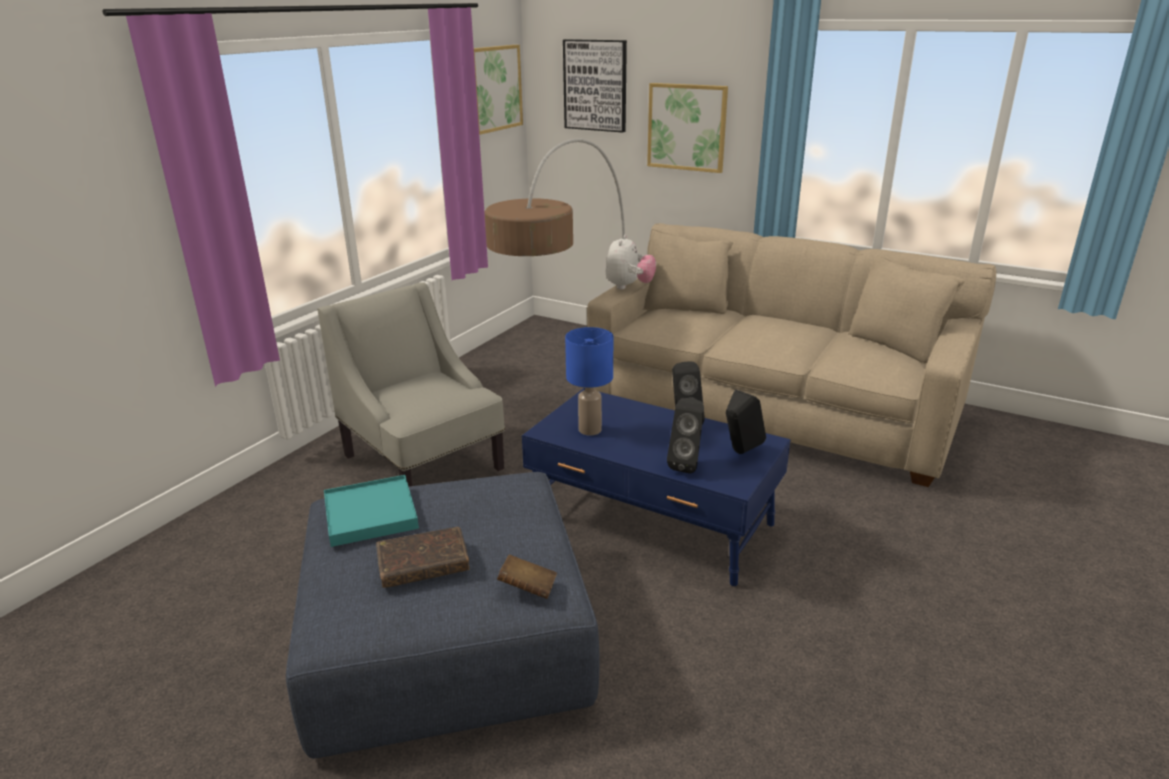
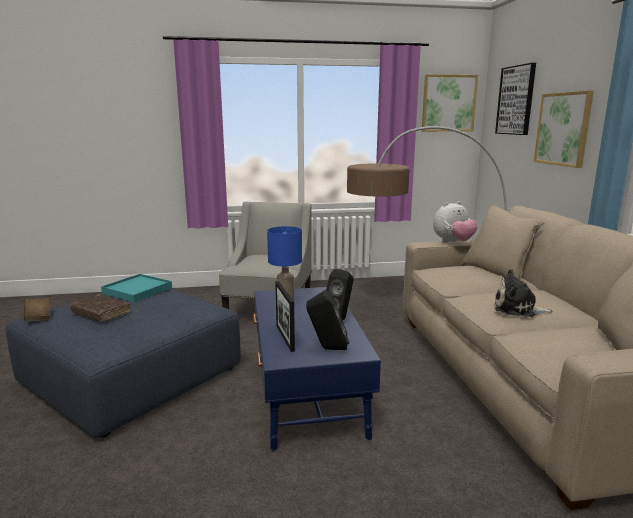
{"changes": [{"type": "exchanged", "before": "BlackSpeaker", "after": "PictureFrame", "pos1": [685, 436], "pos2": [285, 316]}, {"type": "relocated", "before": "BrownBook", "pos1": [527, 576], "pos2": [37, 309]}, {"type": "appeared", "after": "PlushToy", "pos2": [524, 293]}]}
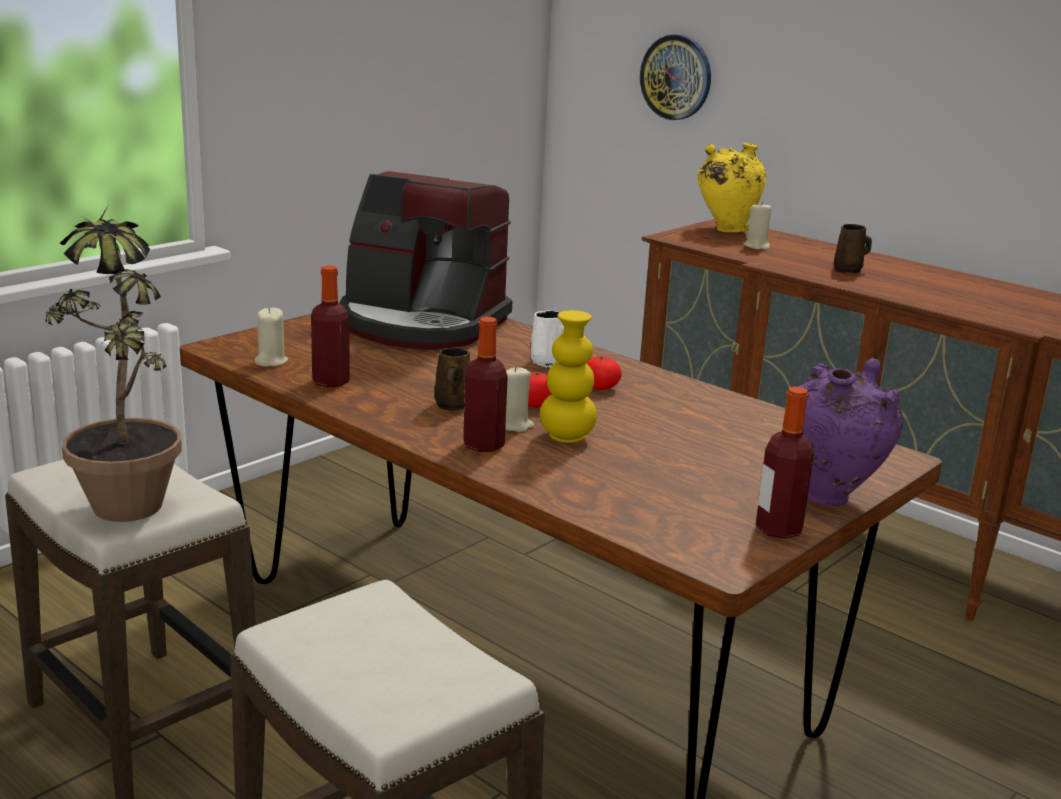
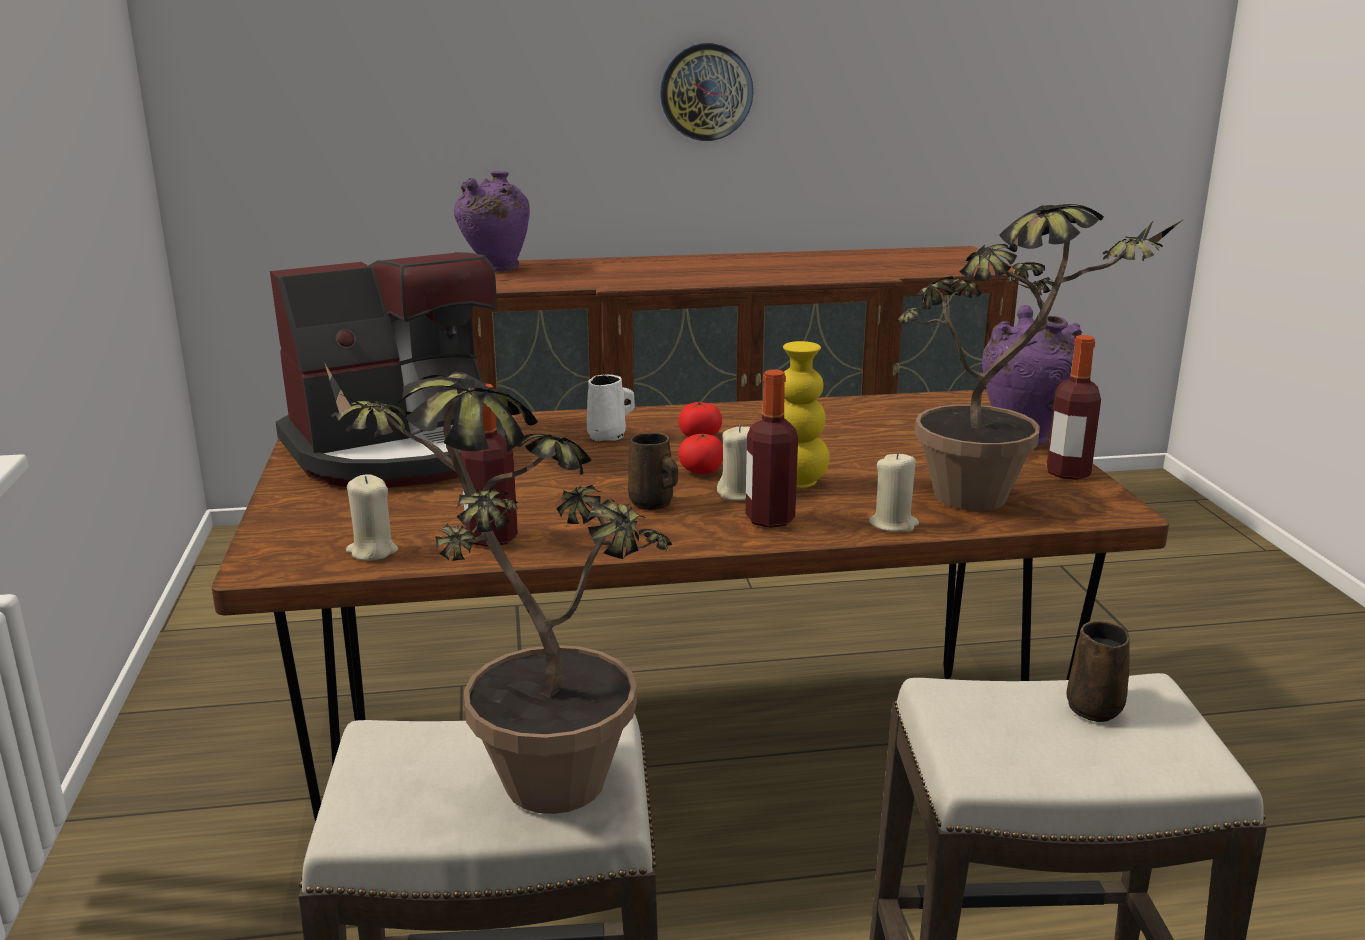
{"changes": [{"type": "relocated", "before": "WallClock", "pos1": [675, 77], "pos2": [706, 92]}, {"type": "colour", "before": "YellowVase", "after": "PurpleVase", "pos1": [731, 187], "pos2": [492, 221]}, {"type": "relocated", "before": "BeigeCandle", "pos1": [758, 226], "pos2": [894, 492]}, {"type": "relocated", "before": "BrownMug", "pos1": [853, 248], "pos2": [1098, 671]}, {"type": "appeared", "after": "PottedPlant", "pos2": [1040, 357]}]}
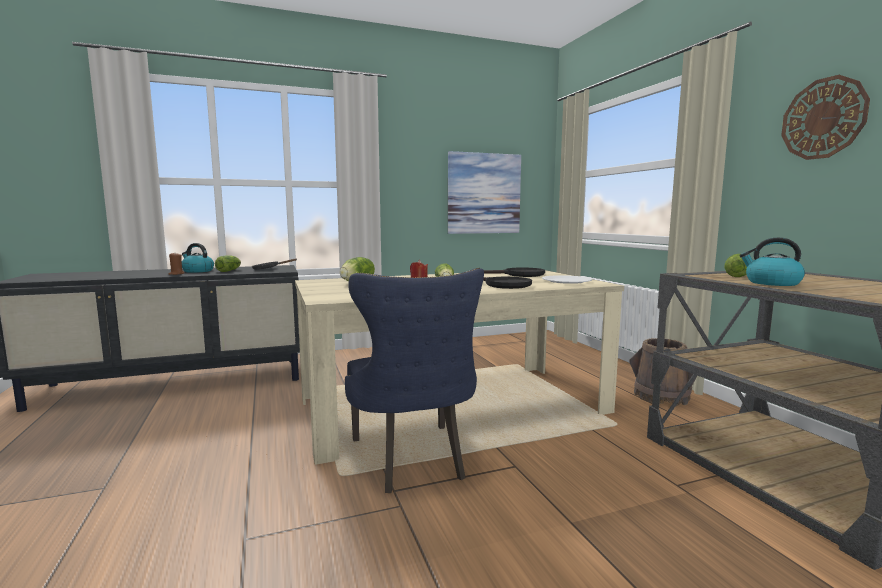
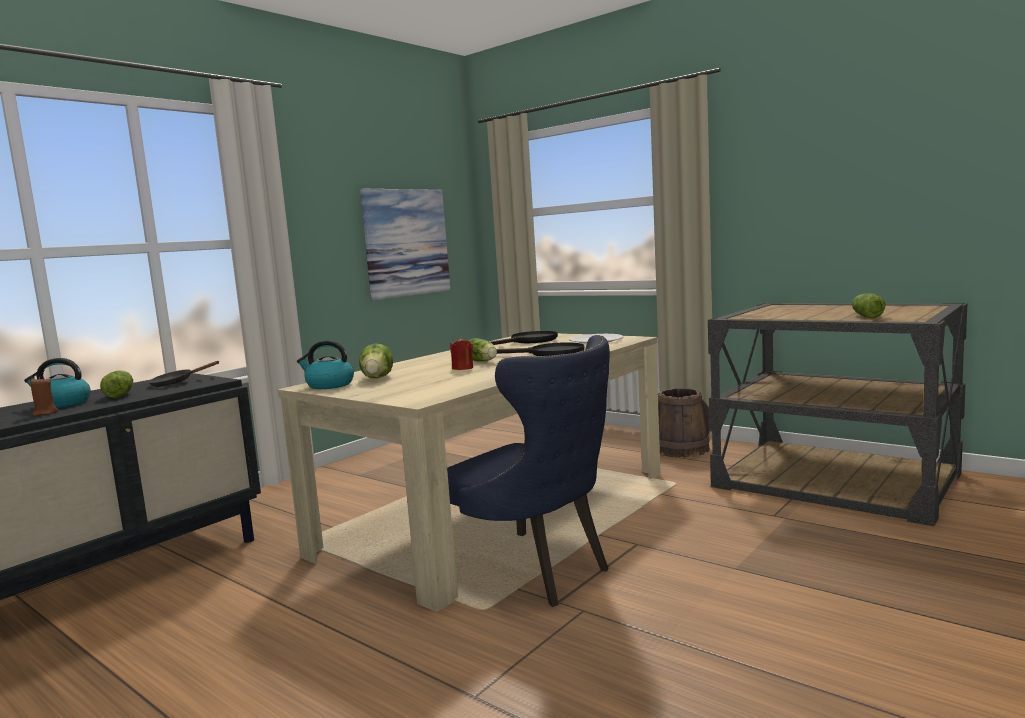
{"changes": [{"type": "missing", "before": "WallClock", "pos1": [825, 117]}, {"type": "relocated", "before": "Kettle", "pos1": [772, 261], "pos2": [325, 364]}, {"type": "relocated", "before": "Lettuce", "pos1": [735, 265], "pos2": [868, 305]}]}
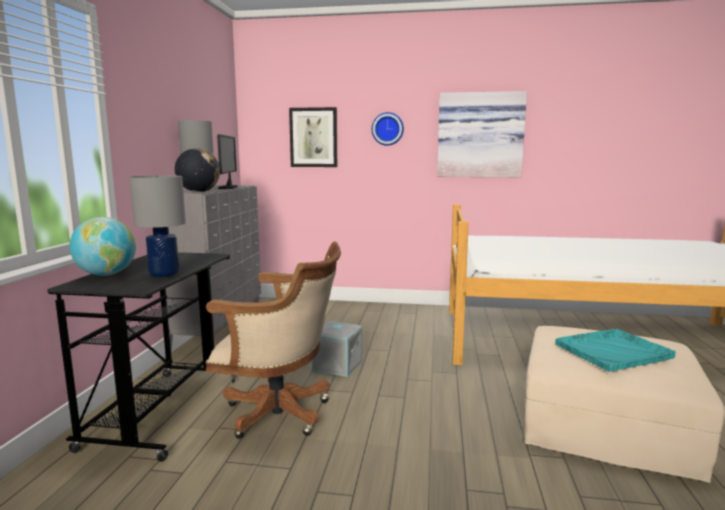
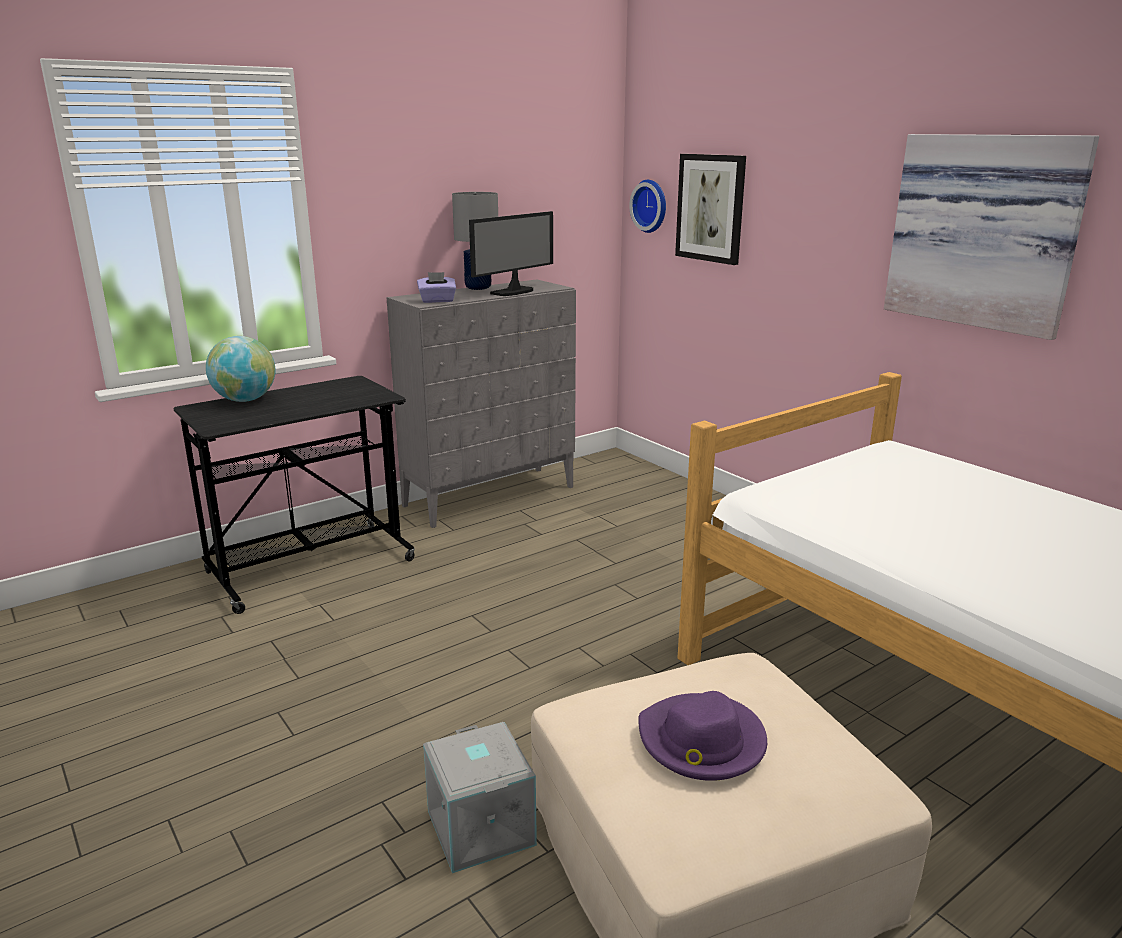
{"changes": [{"type": "relocated", "before": "WallClock", "pos1": [388, 129], "pos2": [647, 206]}, {"type": "exchanged", "before": "Globe", "after": "PurpleTissueBox", "pos1": [197, 170], "pos2": [436, 287]}, {"type": "missing", "before": "GreyTableLamp", "pos1": [157, 226]}, {"type": "missing", "before": "OfficeChair", "pos1": [273, 340]}, {"type": "relocated", "before": "GreyStorageBox", "pos1": [337, 349], "pos2": [480, 797]}, {"type": "exchanged", "before": "TurquoiseTray", "after": "PurpleHat", "pos1": [615, 350], "pos2": [702, 736]}]}
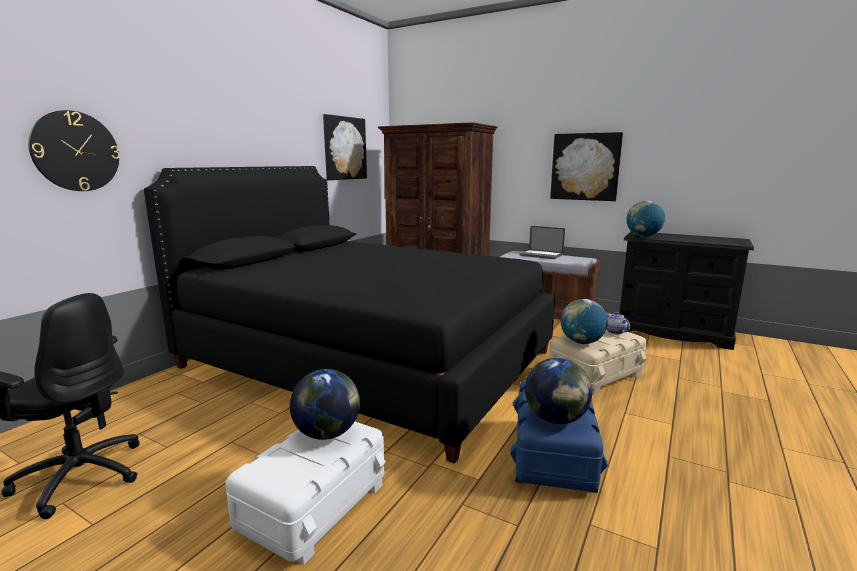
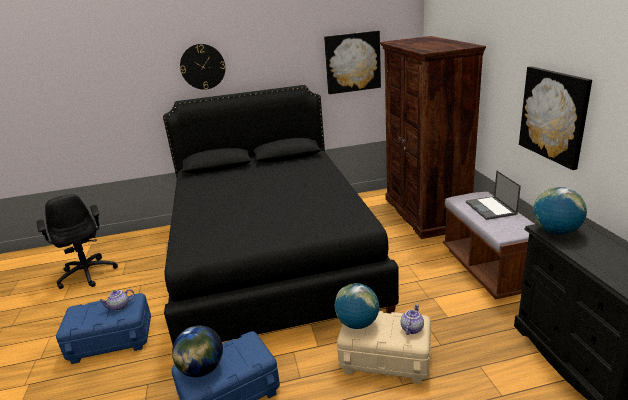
{"changes": [{"type": "relocated", "before": "WallClock", "pos1": [74, 150], "pos2": [202, 67]}, {"type": "exchanged", "before": "Globe", "after": "Teapot", "pos1": [325, 404], "pos2": [116, 300]}, {"type": "colour", "before": "WhiteStorageBox", "after": "BlueStorageBox", "pos1": [305, 493], "pos2": [103, 328]}]}
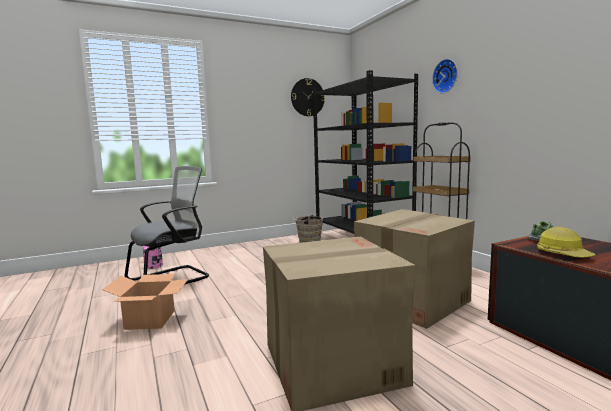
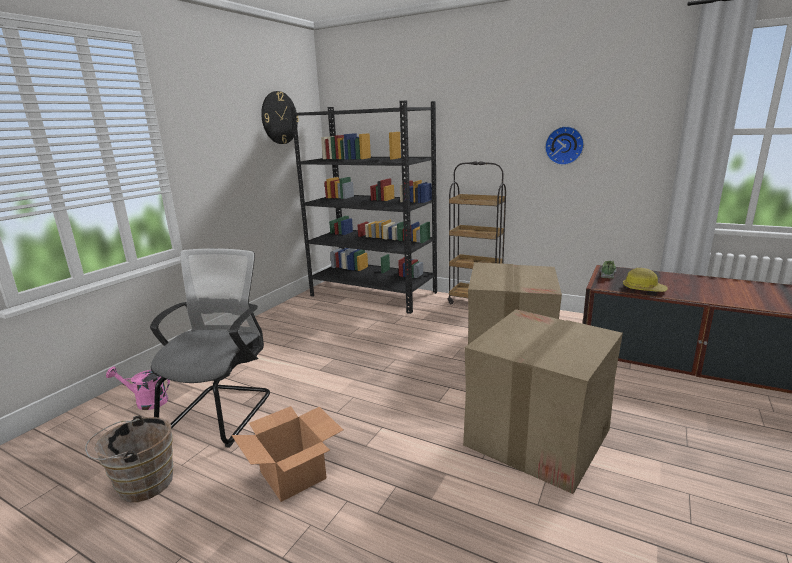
{"changes": [{"type": "relocated", "before": "WallClock", "pos1": [445, 76], "pos2": [564, 145]}, {"type": "relocated", "before": "BrownBucket", "pos1": [308, 229], "pos2": [129, 459]}]}
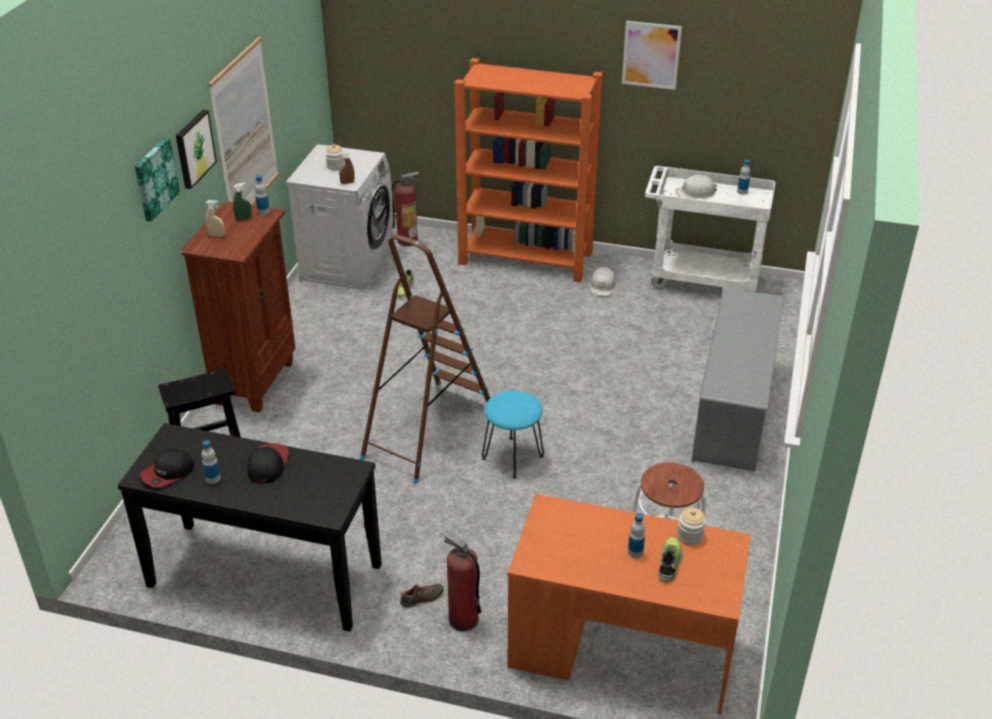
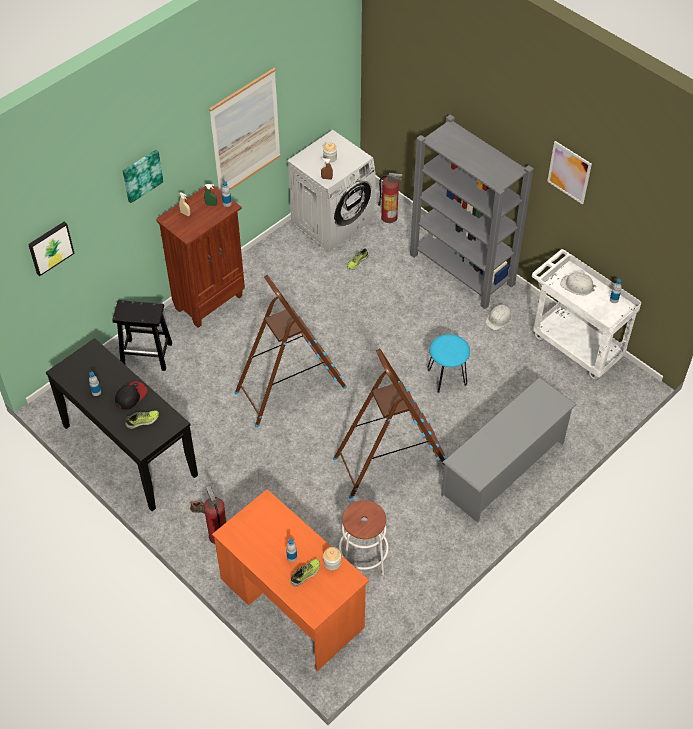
{"changes": [{"type": "colour", "before": "OrangeBookcase", "after": "GreyBookcase", "pos1": [528, 170], "pos2": [472, 212]}, {"type": "relocated", "before": "Picture", "pos1": [196, 149], "pos2": [51, 248]}, {"type": "relocated", "before": "TurquoiseStool", "pos1": [513, 434], "pos2": [448, 363]}, {"type": "missing", "before": "Cap", "pos1": [167, 467]}, {"type": "appeared", "after": "BrownStepLadder", "pos2": [389, 423]}, {"type": "appeared", "after": "Shoe", "pos2": [142, 419]}]}
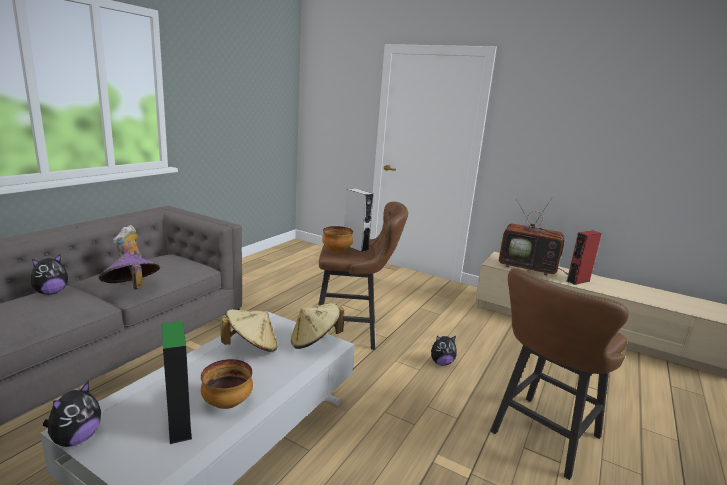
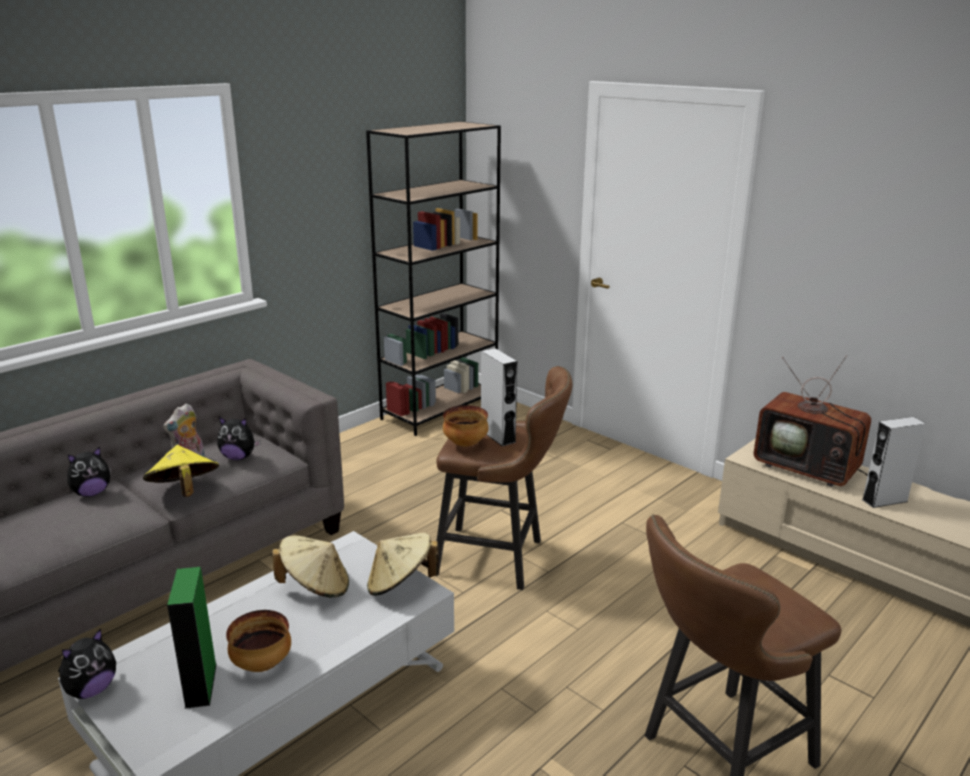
{"changes": [{"type": "colour", "before": "RedSpeaker", "after": "GreySpeaker", "pos1": [584, 258], "pos2": [893, 462]}, {"type": "colour", "before": "PurpleHat", "after": "YellowHat", "pos1": [129, 271], "pos2": [181, 471]}, {"type": "relocated", "before": "PlushToy", "pos1": [444, 351], "pos2": [239, 438]}, {"type": "appeared", "after": "BeigeBookcase", "pos2": [433, 278]}]}
